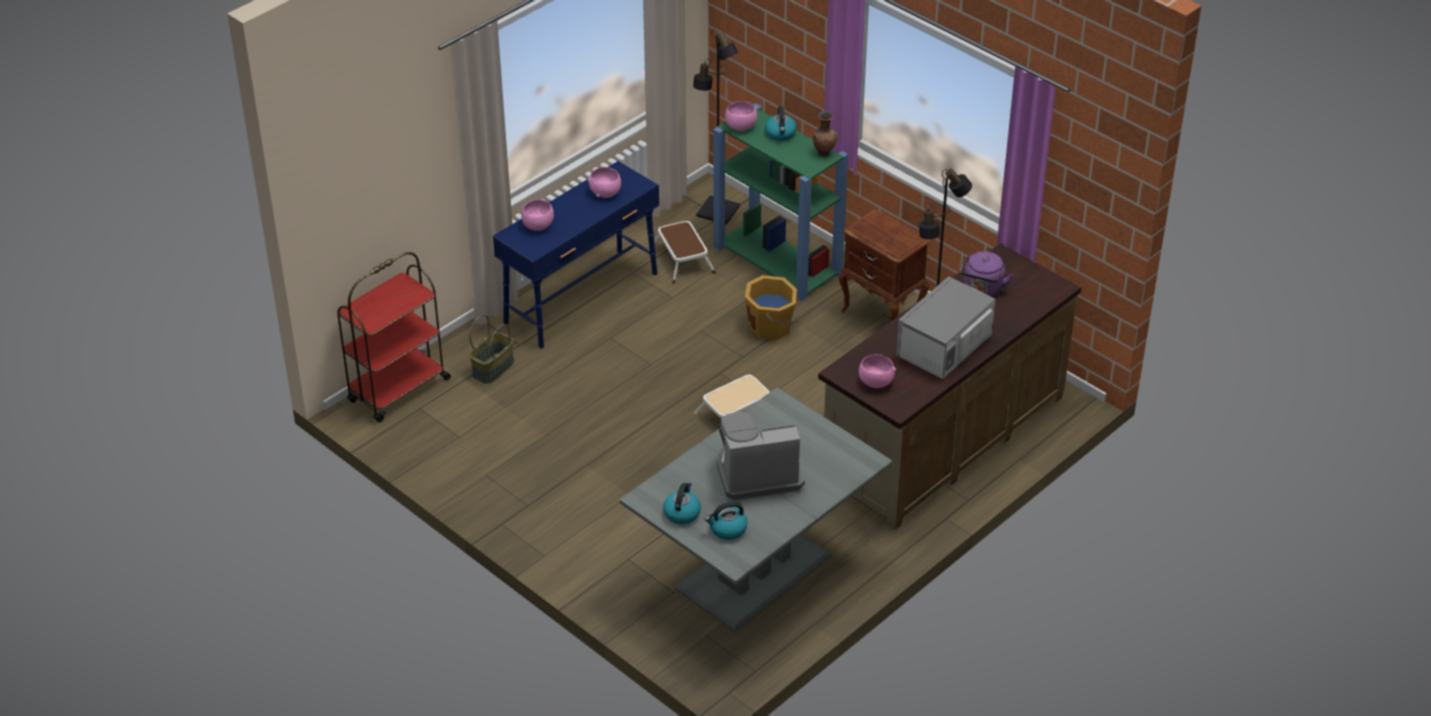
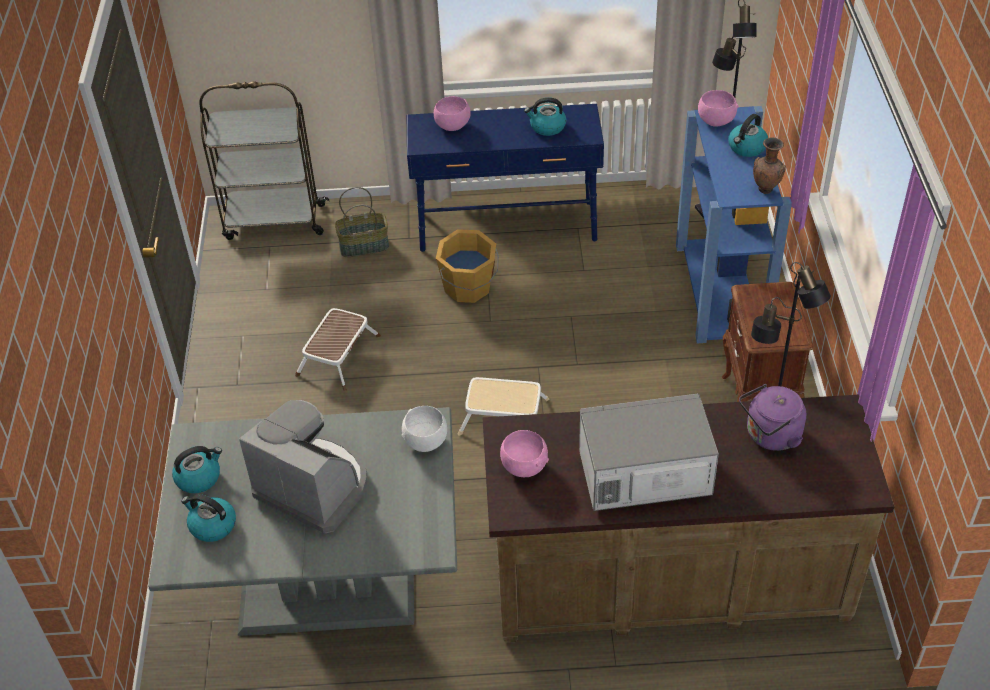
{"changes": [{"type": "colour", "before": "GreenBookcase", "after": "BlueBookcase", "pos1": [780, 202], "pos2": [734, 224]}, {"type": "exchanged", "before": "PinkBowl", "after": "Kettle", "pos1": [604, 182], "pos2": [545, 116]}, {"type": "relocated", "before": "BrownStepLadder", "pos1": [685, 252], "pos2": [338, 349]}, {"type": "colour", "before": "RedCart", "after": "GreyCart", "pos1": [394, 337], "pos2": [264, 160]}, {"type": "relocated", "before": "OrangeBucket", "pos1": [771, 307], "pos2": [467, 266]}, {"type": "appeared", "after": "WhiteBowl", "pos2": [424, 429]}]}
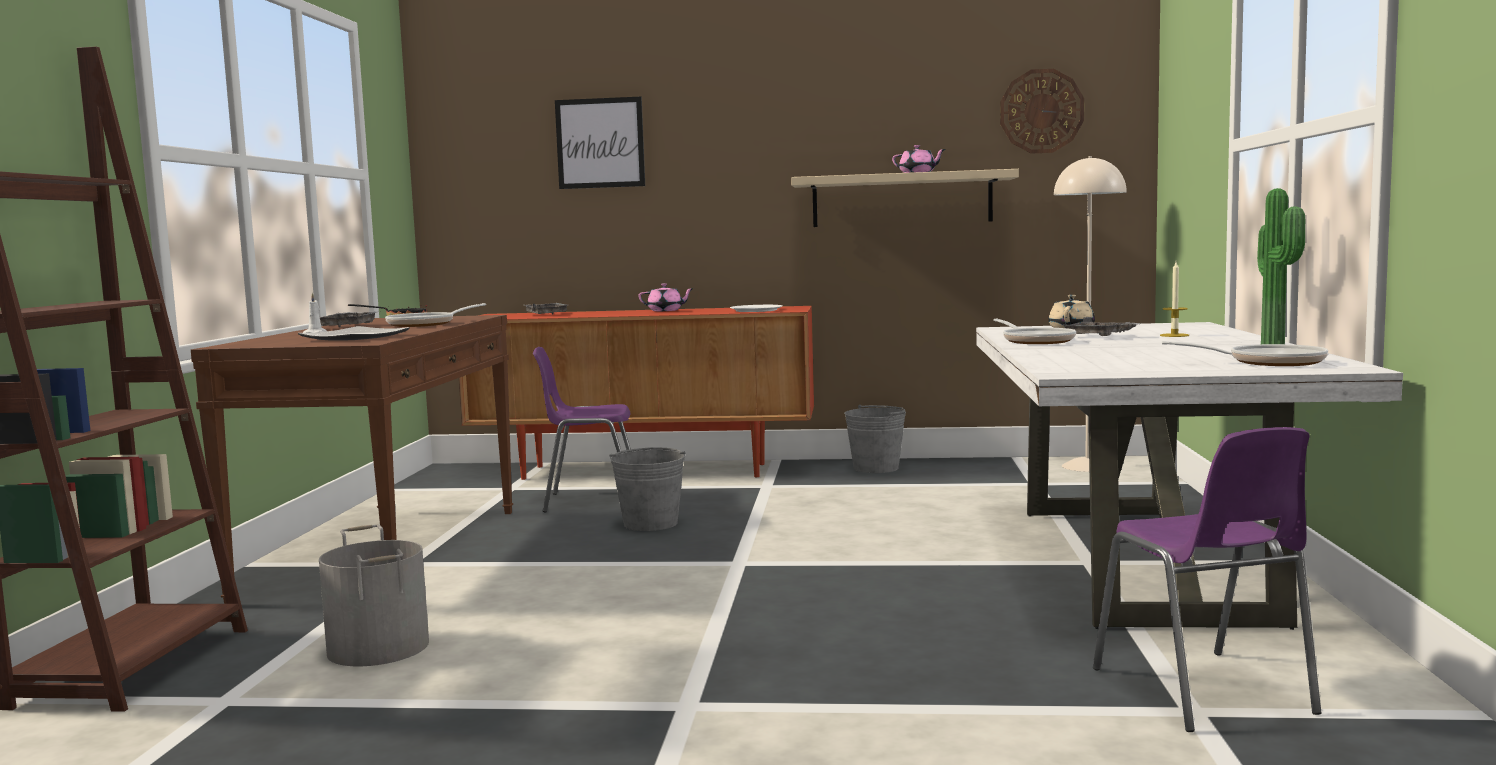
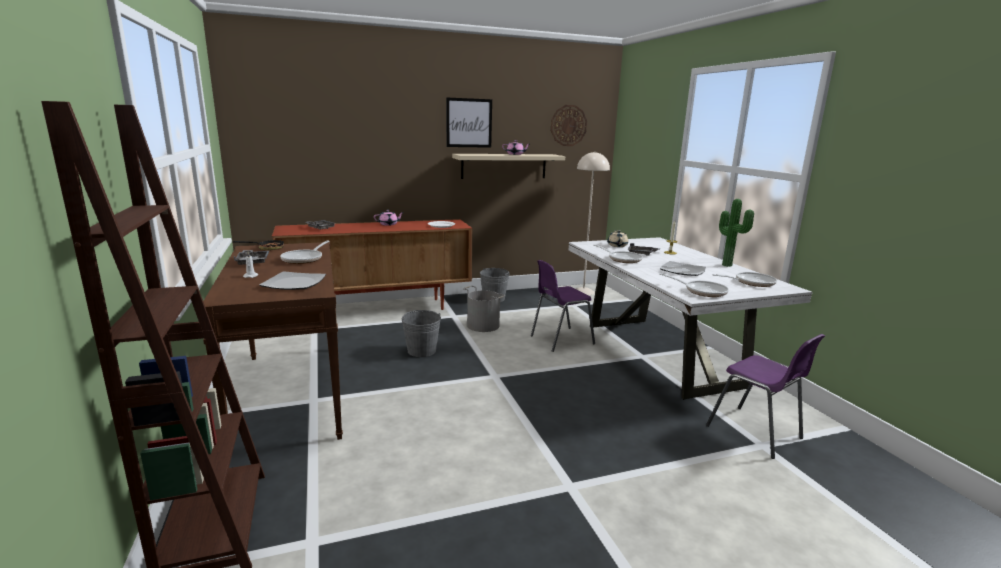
{"changes": [{"type": "relocated", "before": "Picture", "pos1": [600, 143], "pos2": [469, 122]}, {"type": "relocated", "before": "PurpleChair", "pos1": [582, 429], "pos2": [563, 306]}, {"type": "relocated", "before": "GreyBucket", "pos1": [374, 595], "pos2": [484, 309]}, {"type": "appeared", "after": "Plate", "pos2": [683, 268]}, {"type": "appeared", "after": "FryingPan", "pos2": [694, 285]}]}
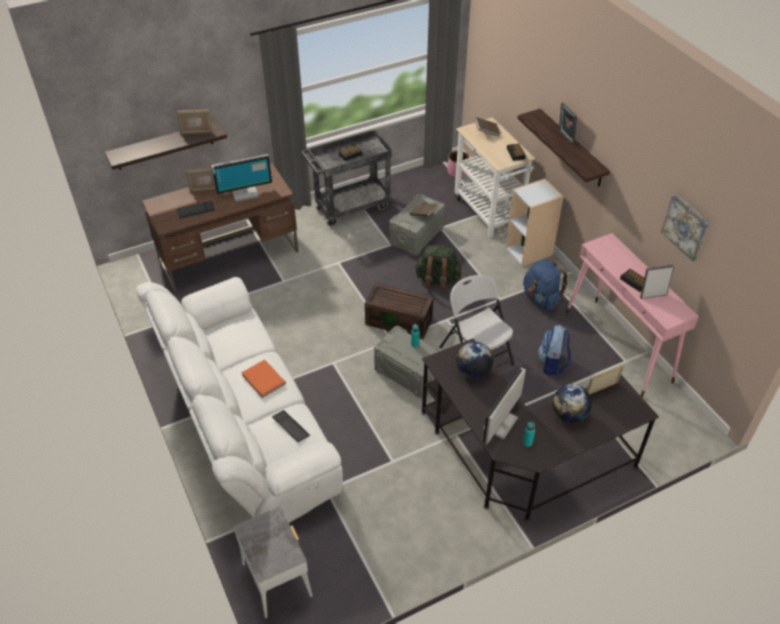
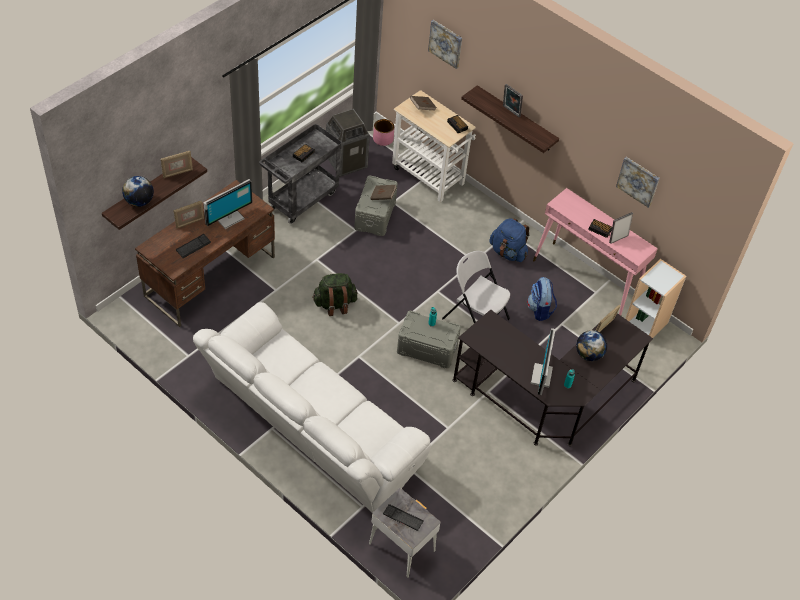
{"changes": [{"type": "relocated", "before": "Bookcase", "pos1": [534, 223], "pos2": [655, 298]}, {"type": "relocated", "before": "GreenBackpack", "pos1": [438, 267], "pos2": [335, 294]}, {"type": "missing", "before": "BrownStorageBox", "pos1": [399, 311]}, {"type": "relocated", "before": "Globe", "pos1": [474, 360], "pos2": [138, 191]}, {"type": "missing", "before": "OrangeBook", "pos1": [264, 379]}, {"type": "relocated", "before": "Keyboard", "pos1": [291, 426], "pos2": [403, 517]}, {"type": "appeared", "after": "Picture", "pos2": [445, 44]}, {"type": "appeared", "after": "TrashCan", "pos2": [348, 143]}]}
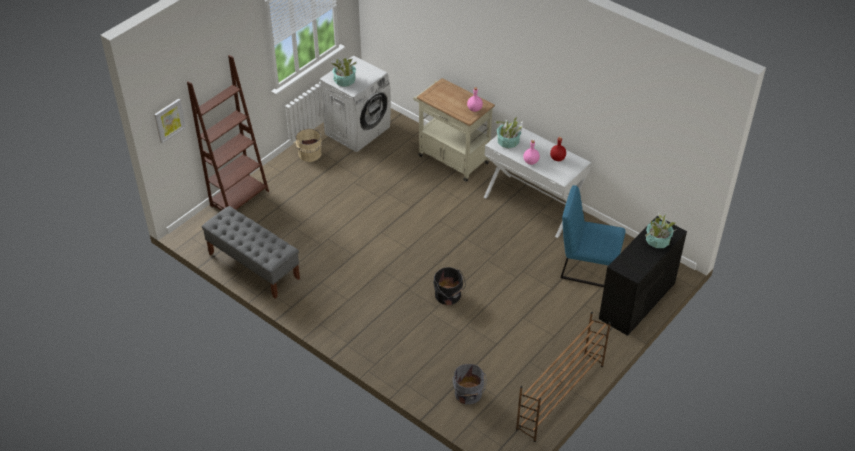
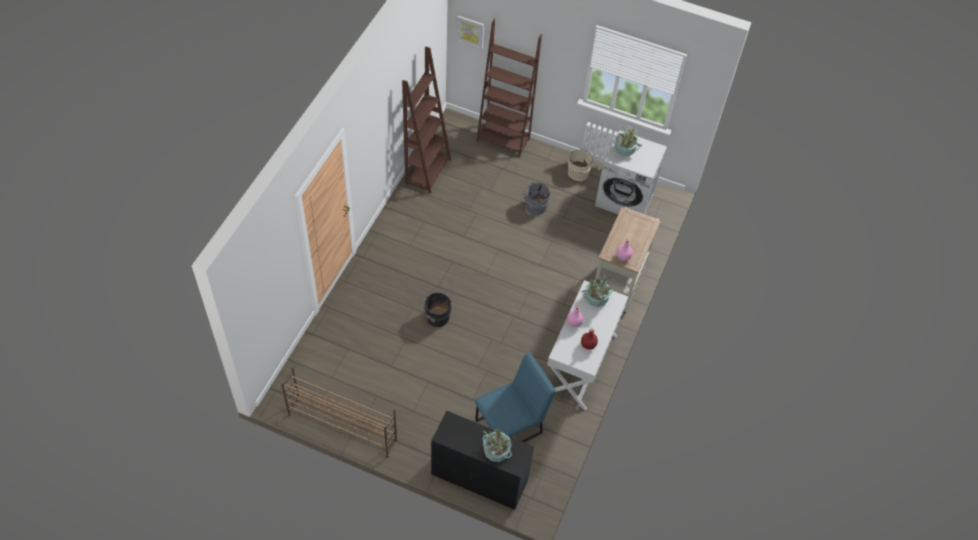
{"changes": [{"type": "spun", "before": "BlueChair", "pos1": [593, 236], "pos2": [515, 397], "turn": 60}, {"type": "exchanged", "before": "GreyBench", "after": "BrownBookcase", "pos1": [251, 252], "pos2": [426, 119]}, {"type": "relocated", "before": "GreyBucket", "pos1": [469, 384], "pos2": [536, 198]}]}
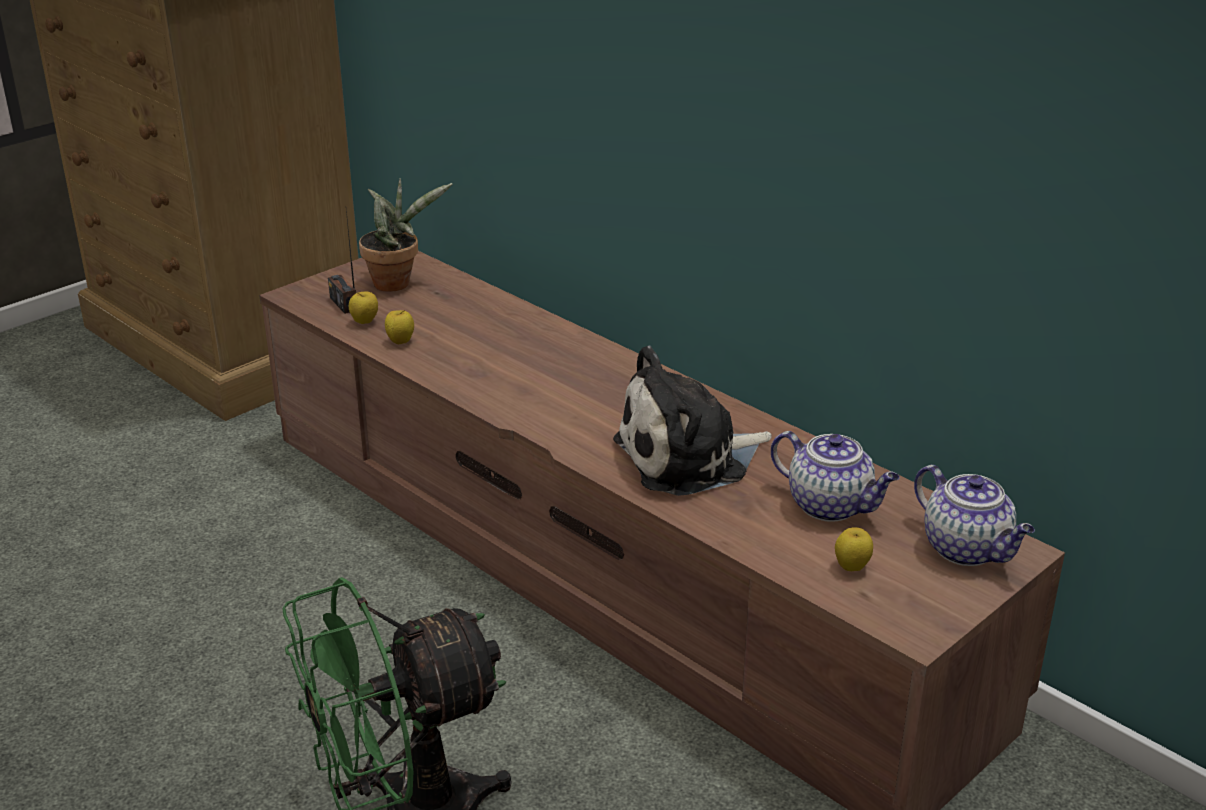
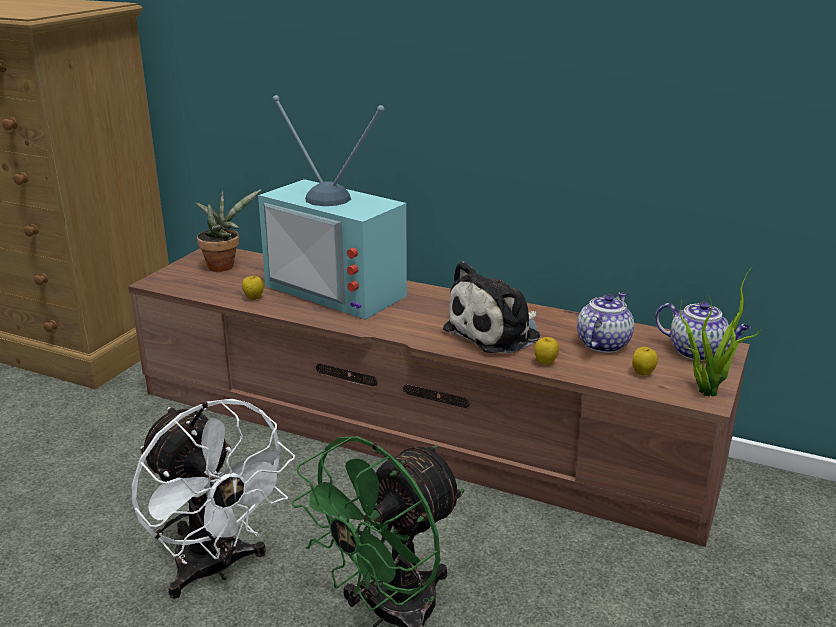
{"changes": [{"type": "missing", "before": "Radio", "pos1": [342, 262]}, {"type": "relocated", "before": "Apple", "pos1": [363, 308], "pos2": [546, 351]}, {"type": "spun", "before": "Teapot", "pos1": [835, 476], "pos2": [605, 322], "turn": -75}, {"type": "appeared", "after": "Television", "pos2": [332, 207]}, {"type": "appeared", "after": "PottedPlant", "pos2": [722, 332]}, {"type": "appeared", "after": "WhiteFan", "pos2": [213, 499]}]}
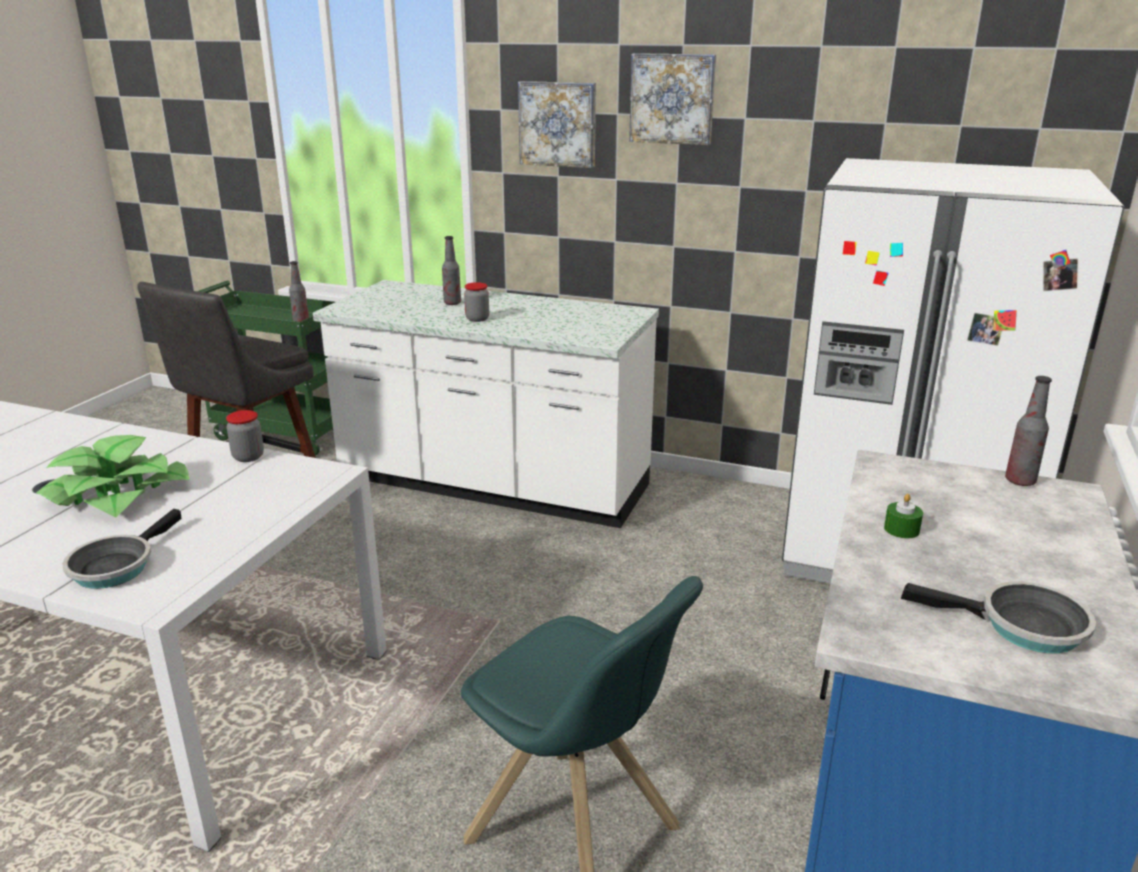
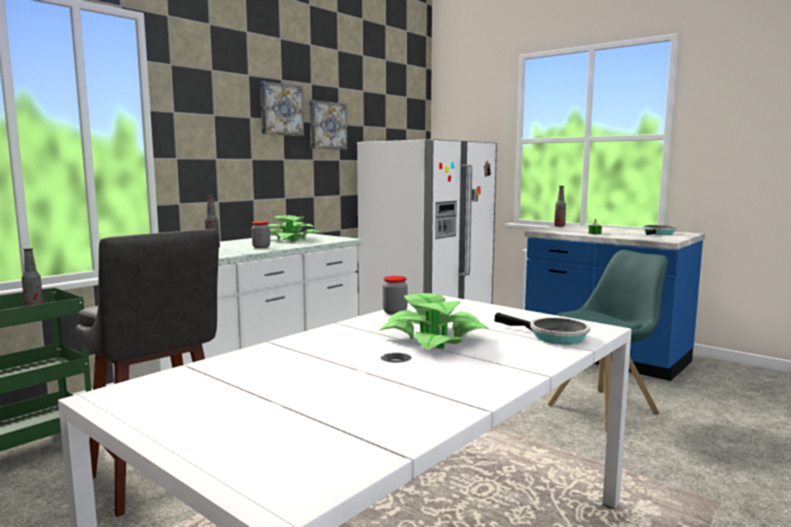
{"changes": [{"type": "relocated", "before": "Picture", "pos1": [557, 124], "pos2": [328, 125]}, {"type": "appeared", "after": "PottedPlant", "pos2": [294, 228]}]}
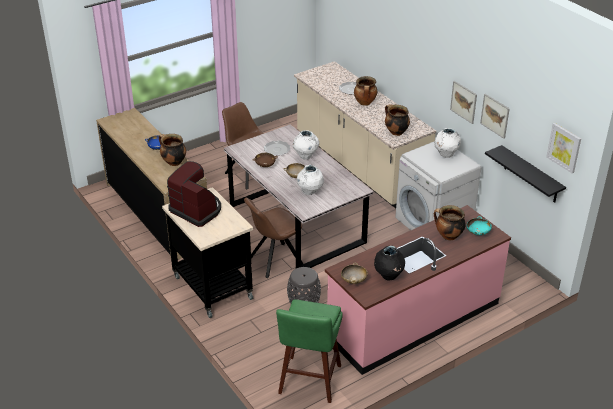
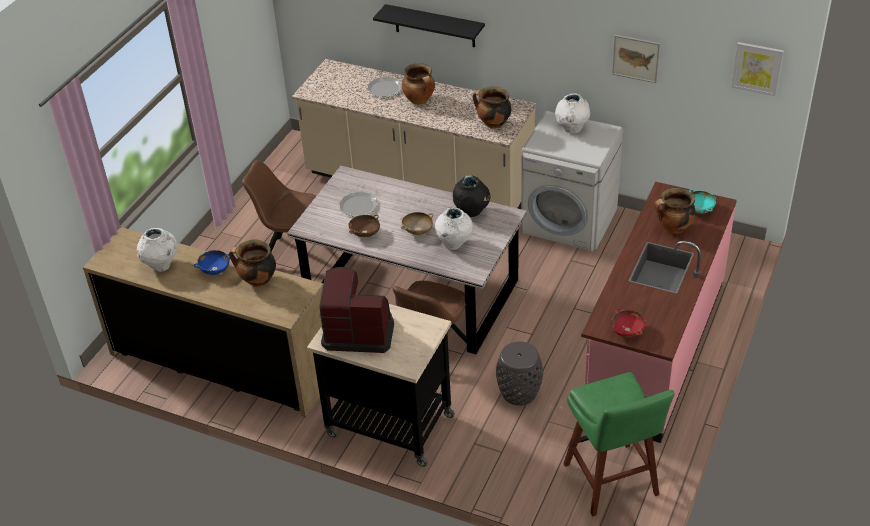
{"changes": [{"type": "missing", "before": "Picture", "pos1": [463, 102]}, {"type": "relocated", "before": "WhiteVase", "pos1": [306, 145], "pos2": [157, 250]}, {"type": "relocated", "before": "BlackShelf", "pos1": [525, 174], "pos2": [429, 25]}, {"type": "relocated", "before": "BlackVase", "pos1": [389, 263], "pos2": [471, 196]}, {"type": "colour", "before": "BeigeBowl", "after": "RedBowl", "pos1": [354, 273], "pos2": [628, 322]}]}
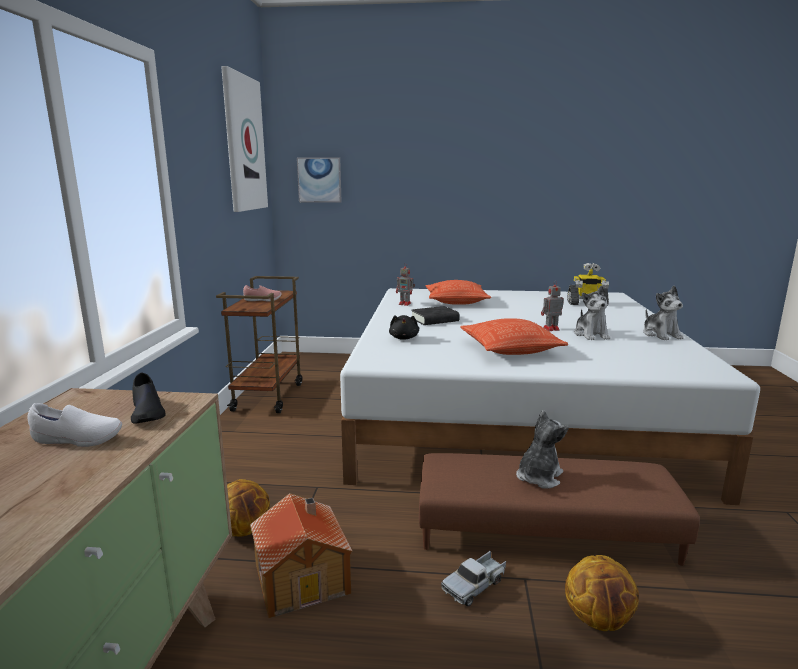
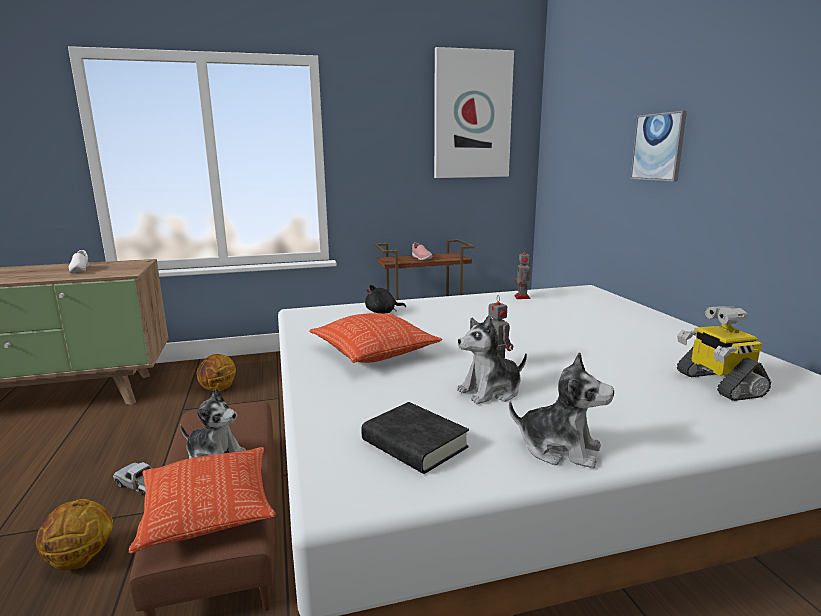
{"changes": [{"type": "relocated", "before": "Picture", "pos1": [319, 180], "pos2": [659, 146]}, {"type": "relocated", "before": "OrangePillow", "pos1": [458, 292], "pos2": [202, 500]}, {"type": "spun", "before": "PlushToy", "pos1": [663, 312], "pos2": [561, 410], "turn": -120}, {"type": "relocated", "before": "BlackBook", "pos1": [435, 315], "pos2": [415, 438]}, {"type": "missing", "before": "BlackShoe", "pos1": [148, 397]}, {"type": "missing", "before": "ToyHouse", "pos1": [301, 555]}]}
